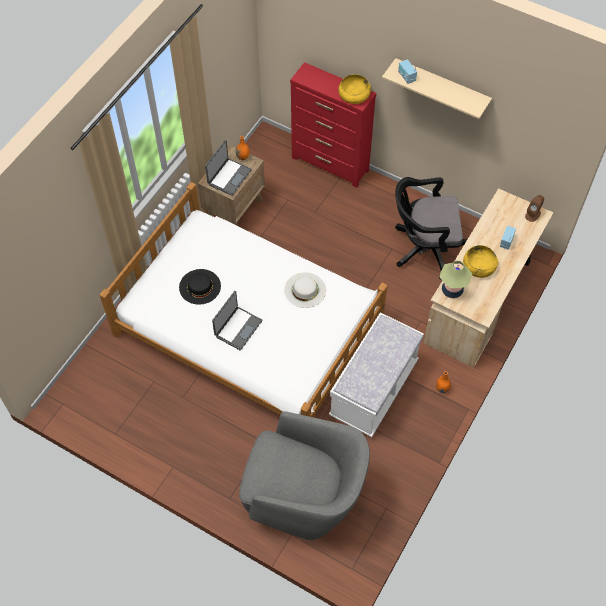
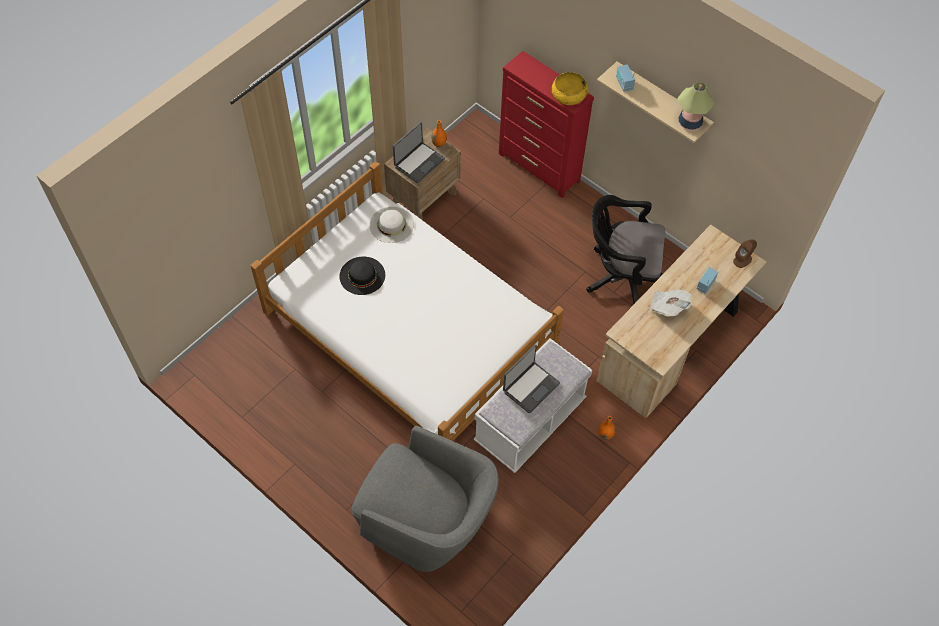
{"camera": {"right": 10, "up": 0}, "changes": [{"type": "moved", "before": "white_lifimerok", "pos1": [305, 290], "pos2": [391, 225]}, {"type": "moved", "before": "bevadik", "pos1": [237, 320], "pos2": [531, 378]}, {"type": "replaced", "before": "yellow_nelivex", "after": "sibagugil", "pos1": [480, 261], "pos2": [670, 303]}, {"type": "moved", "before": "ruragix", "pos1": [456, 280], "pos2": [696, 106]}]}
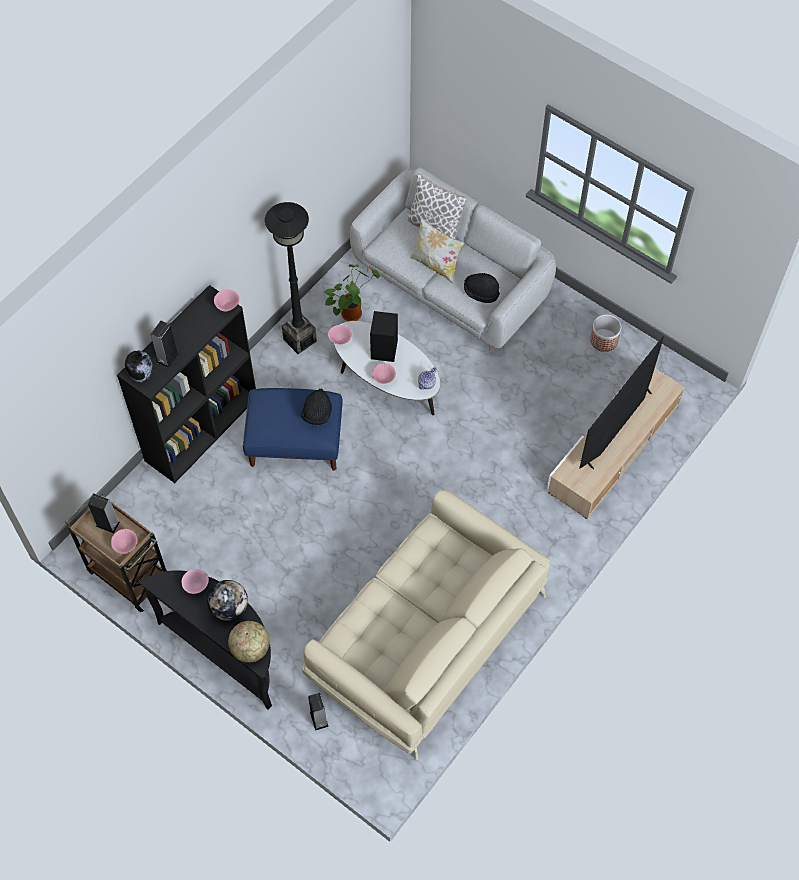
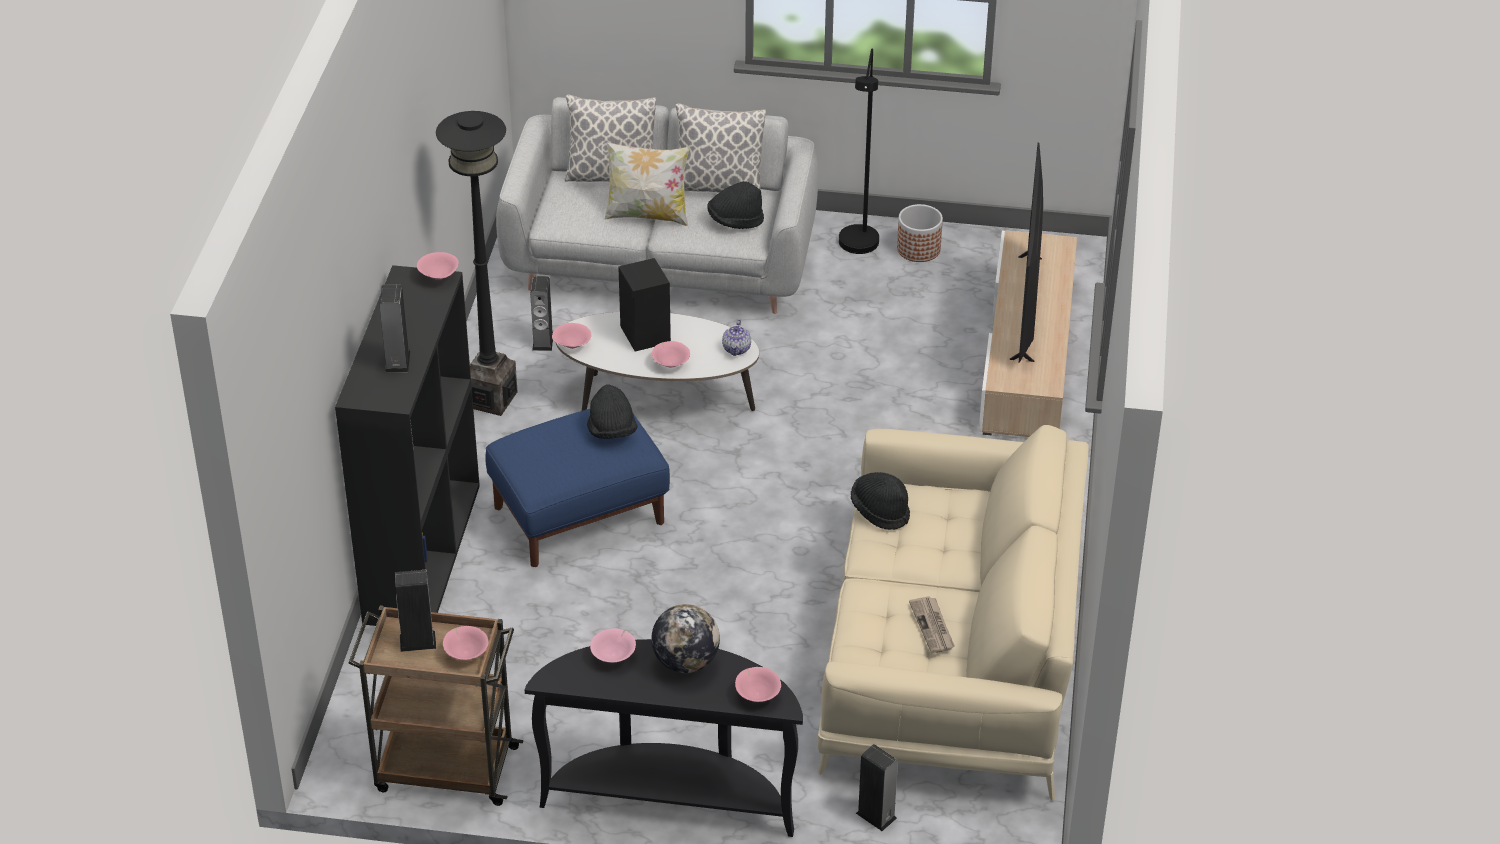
{"camera": {"right": -30, "up": -20}, "changes": [{"type": "replaced", "before": "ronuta", "after": "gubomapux", "pos1": [351, 293], "pos2": [541, 313]}, {"type": "added", "after": "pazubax", "pos2": [721, 148]}, {"type": "replaced", "before": "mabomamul", "after": "pink_nelivex", "pos1": [249, 642], "pos2": [758, 684]}, {"type": "added", "after": "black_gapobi", "pos2": [859, 151]}, {"type": "added", "after": "black_lifimerok", "pos2": [880, 501]}, {"type": "added", "after": "sibagugil", "pos2": [932, 624]}, {"type": "removed", "before": "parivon", "pos1": [139, 366]}]}
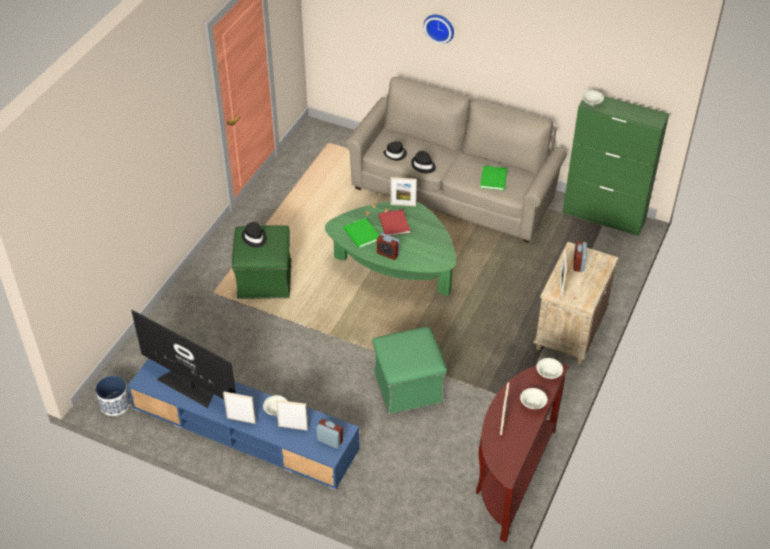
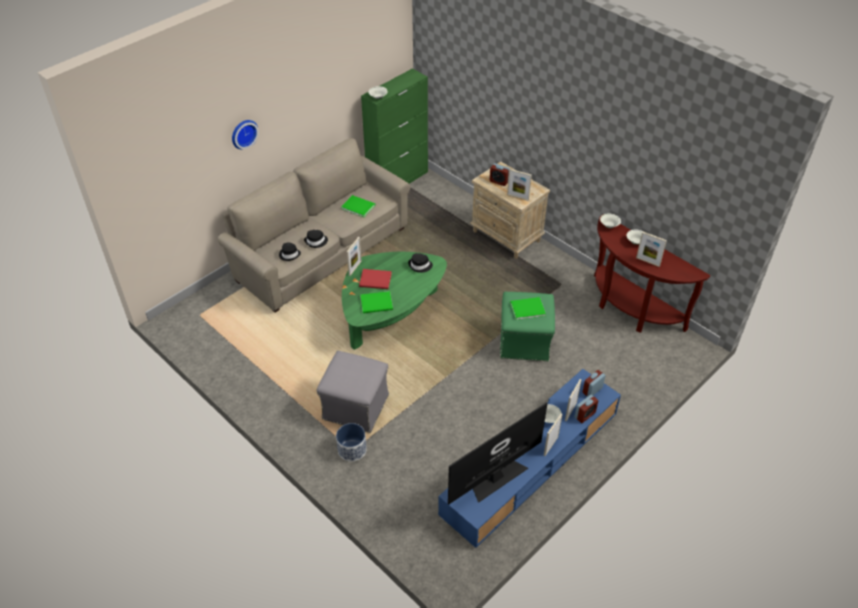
{"camera": {"right": -70, "up": 0}, "changes": [{"type": "recoloured", "before": "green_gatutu", "after": "grey_gatutu", "pos1": [262, 262], "pos2": [352, 392]}, {"type": "moved", "before": "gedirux", "pos1": [113, 395], "pos2": [351, 442]}, {"type": "moved", "before": "black_lifimerok", "pos1": [254, 234], "pos2": [420, 263]}, {"type": "added", "after": "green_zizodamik", "pos2": [528, 308]}, {"type": "moved", "before": "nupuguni", "pos1": [388, 246], "pos2": [586, 409]}]}
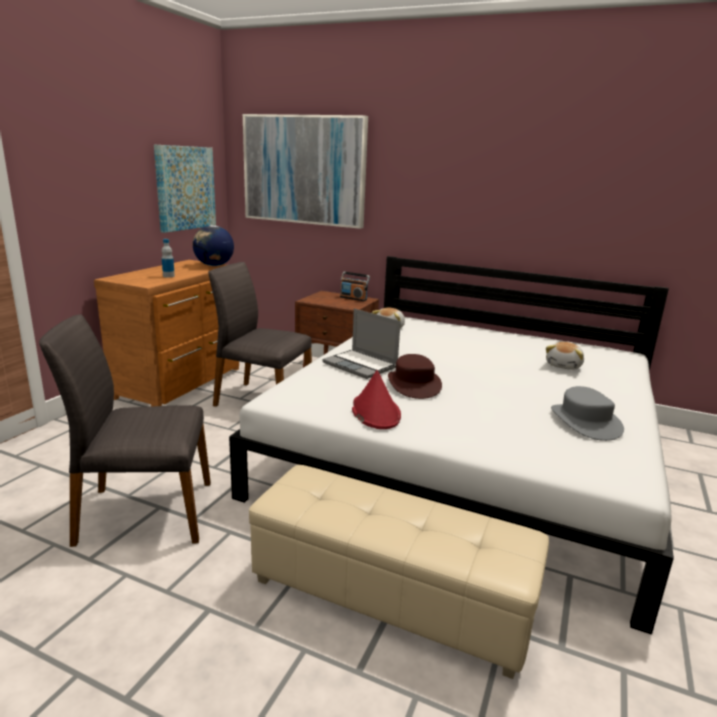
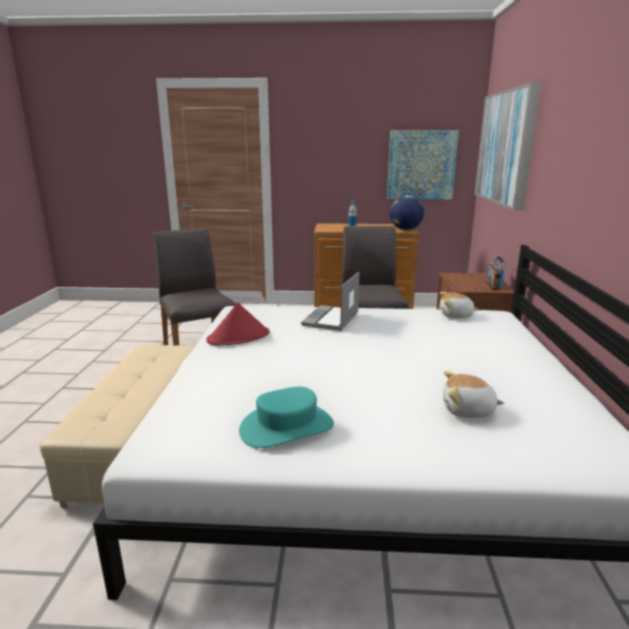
{"camera": {"right": 70, "up": 0}, "changes": [{"type": "recoloured", "before": "grey_lifimerok", "after": "turquoise_lifimerok", "pos1": [587, 413], "pos2": [286, 417]}, {"type": "removed", "before": "brown_lifimerok", "pos1": [415, 376]}]}
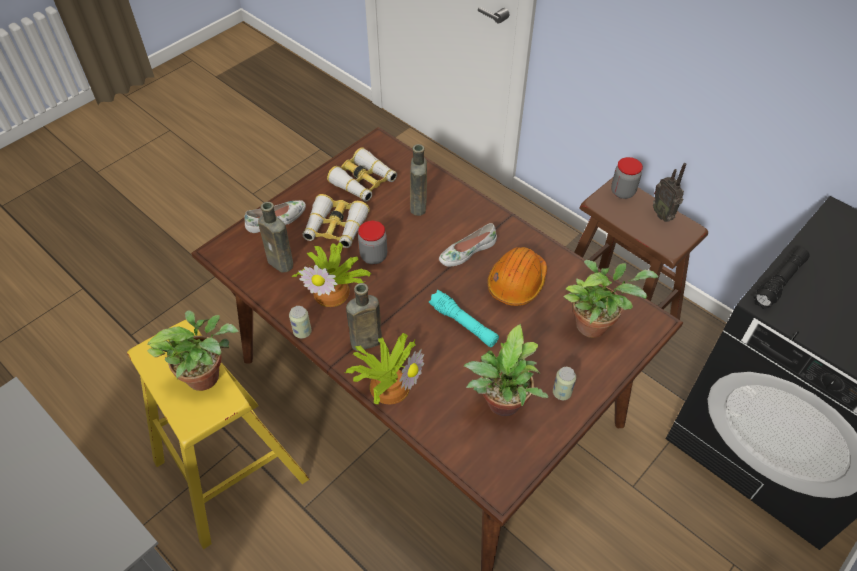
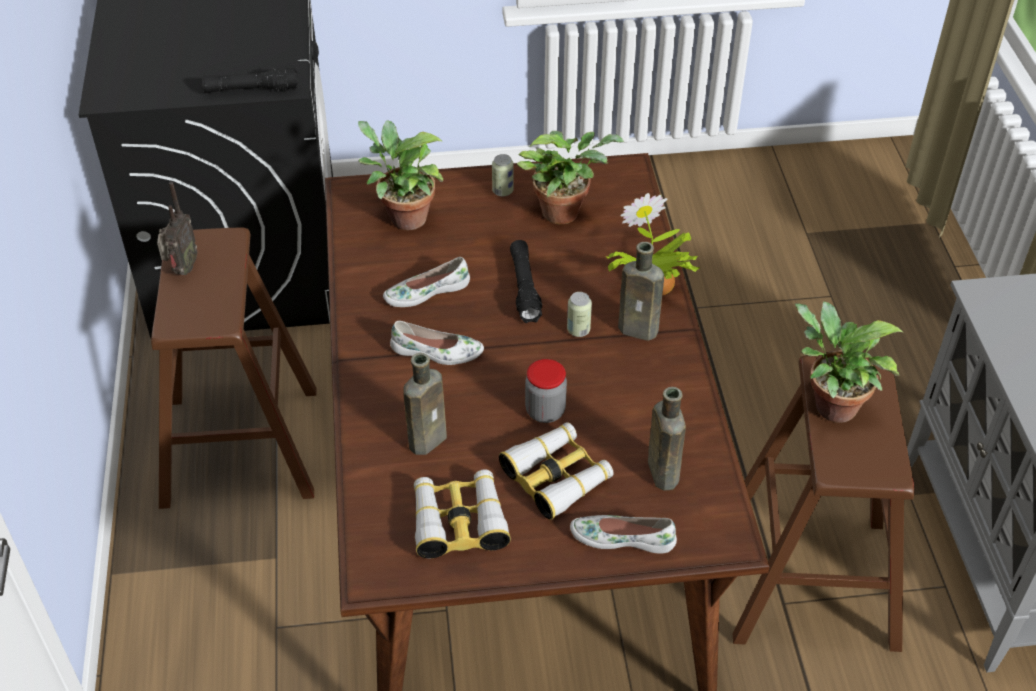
{"camera": {"right": -140, "up": -5}, "changes": [{"type": "replaced", "before": "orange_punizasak", "after": "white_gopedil", "pos1": [517, 276], "pos2": [426, 282]}, {"type": "recoloured", "before": "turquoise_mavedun", "after": "black_mavedun", "pos1": [464, 318], "pos2": [526, 281]}, {"type": "moved", "before": "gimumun", "pos1": [300, 322], "pos2": [579, 314]}, {"type": "recoloured", "before": "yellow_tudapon", "after": "brown_tudapon", "pos1": [218, 434], "pos2": [823, 503]}, {"type": "removed", "before": "ronuta", "pos1": [331, 274]}, {"type": "removed", "before": "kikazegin", "pos1": [627, 178]}]}
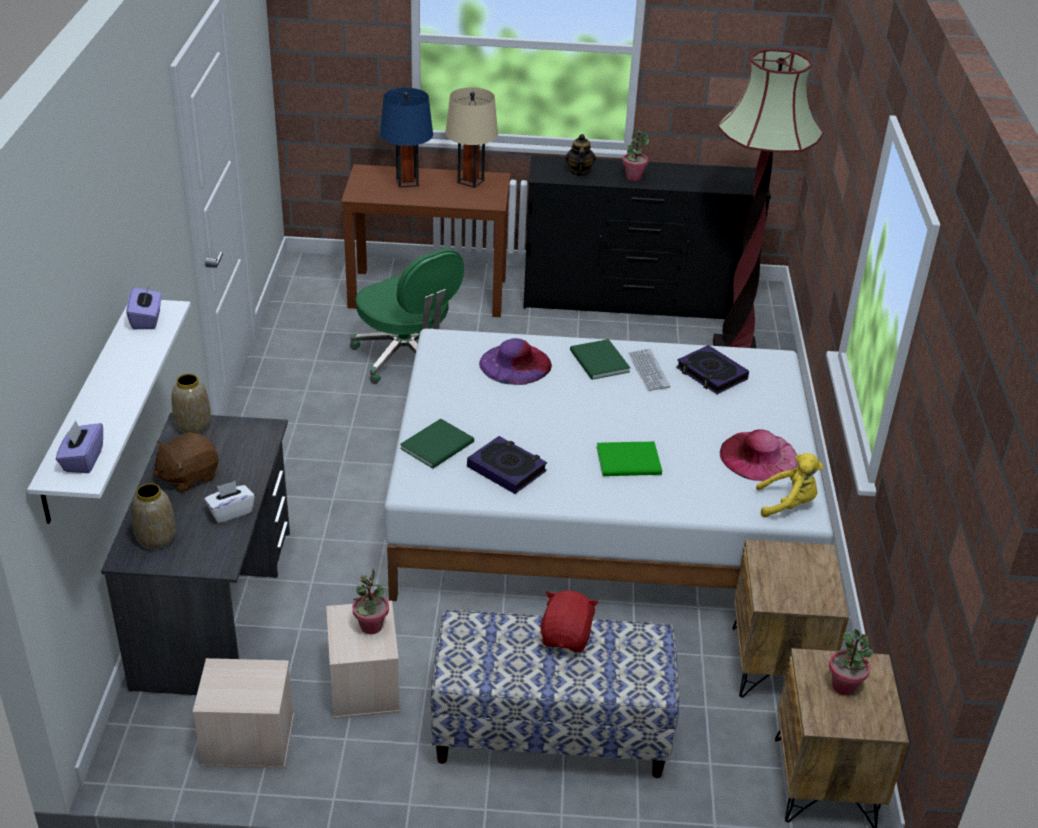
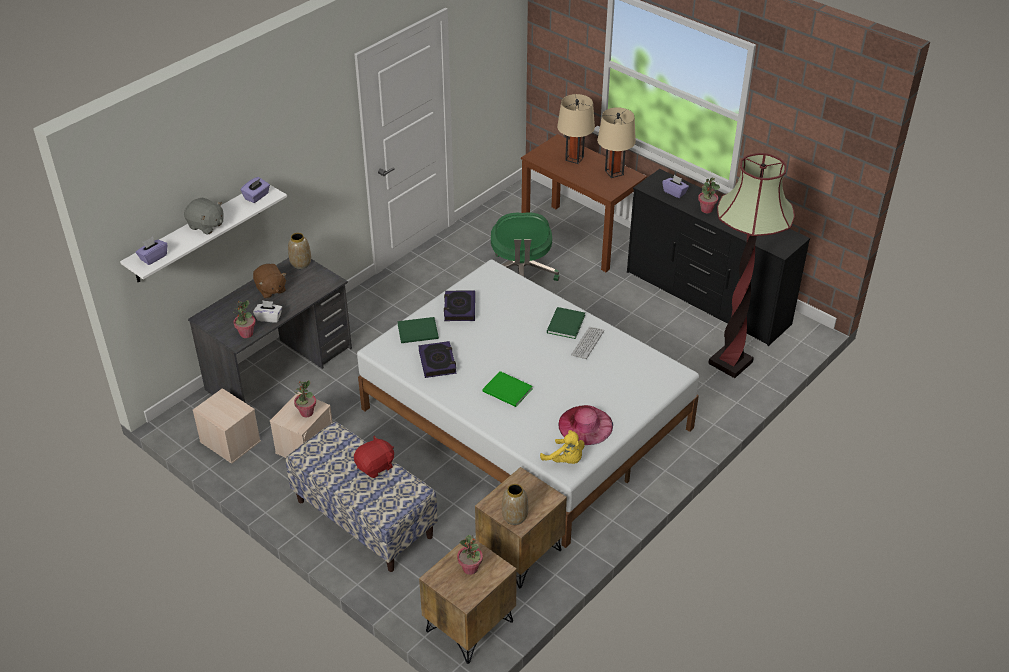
{"camera": {"right": 40, "up": 5}, "changes": [{"type": "added", "after": "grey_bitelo", "pos2": [204, 216]}, {"type": "added", "after": "ronuta", "pos2": [244, 319]}, {"type": "turned", "before": "brown_bitelo", "pos1": [186, 462], "pos2": [269, 281], "turn": -120}, {"type": "moved", "before": "zizodamik", "pos1": [712, 369], "pos2": [459, 306]}, {"type": "moved", "before": "parivon", "pos1": [153, 516], "pos2": [515, 504]}, {"type": "recoloured", "before": "blue_ruragix", "after": "beige_ruragix", "pos1": [406, 138], "pos2": [576, 129]}, {"type": "replaced", "before": "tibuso", "after": "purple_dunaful", "pos1": [580, 155], "pos2": [675, 186]}, {"type": "removed", "before": "purple_lifimerok", "pos1": [515, 361]}]}
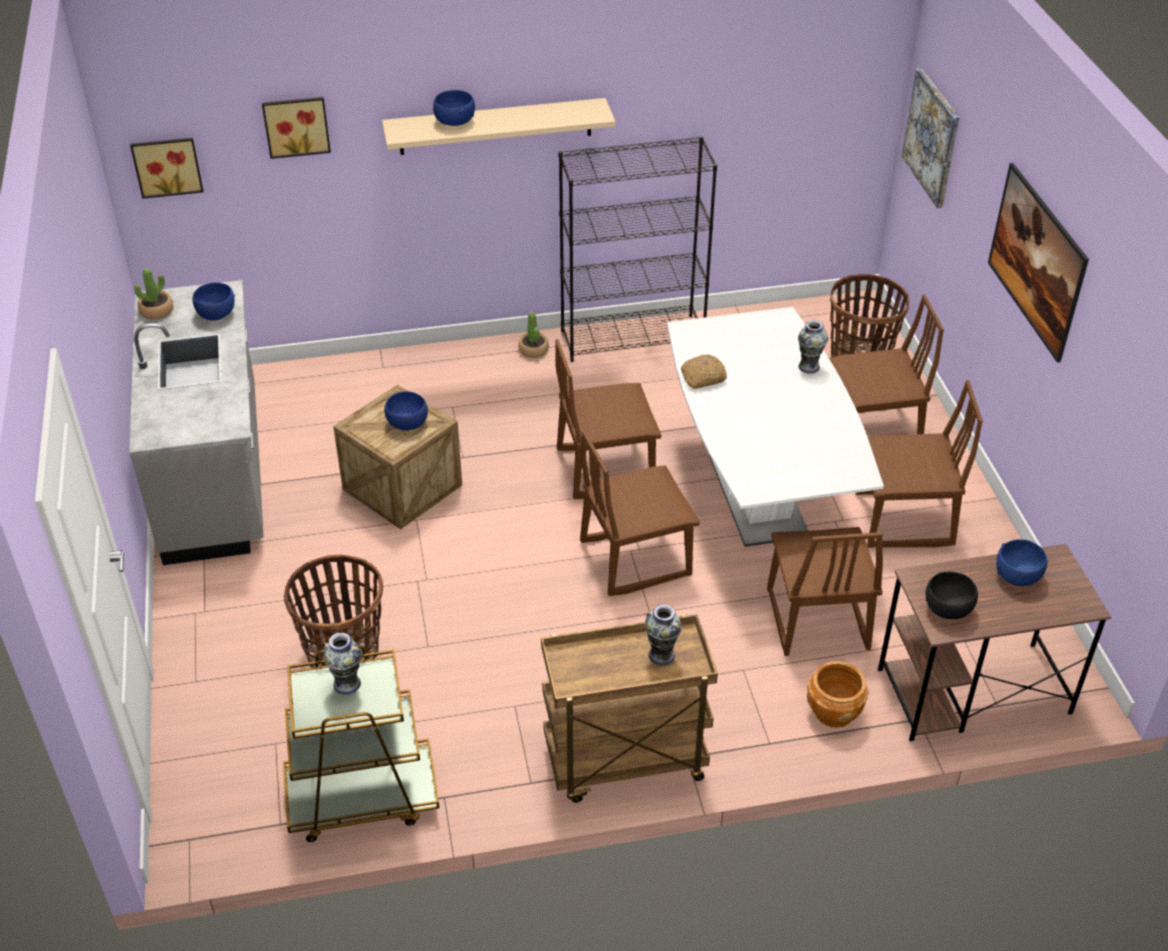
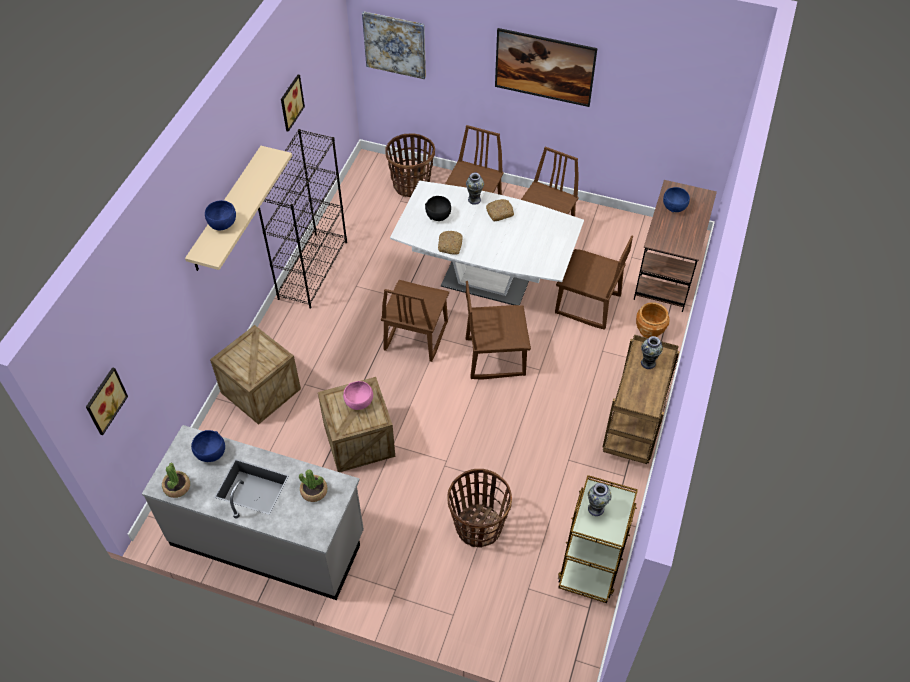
{"camera": {"right": -60, "up": 10}, "changes": [{"type": "added", "after": "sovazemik", "pos2": [255, 375]}, {"type": "moved", "before": "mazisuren", "pos1": [296, 128], "pos2": [293, 103]}, {"type": "moved", "before": "ronuta", "pos1": [533, 335], "pos2": [313, 485]}, {"type": "recoloured", "before": "blue_nelivex", "after": "pink_nelivex", "pos1": [406, 410], "pos2": [358, 395]}, {"type": "moved", "before": "black_nelivex", "pos1": [952, 595], "pos2": [438, 208]}, {"type": "turned", "before": "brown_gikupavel", "pos1": [640, 513], "pos2": [498, 330], "turn": 75}, {"type": "added", "after": "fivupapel", "pos2": [500, 210]}]}
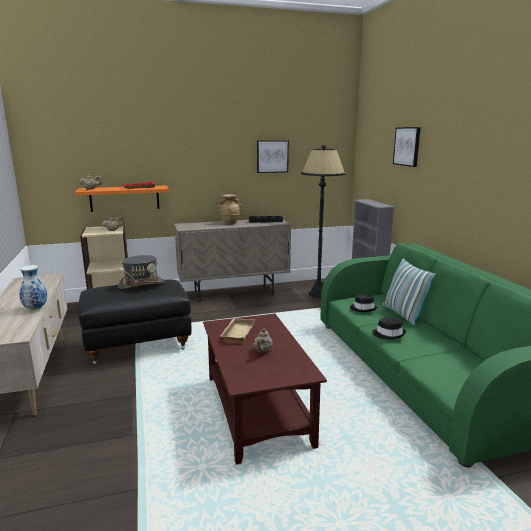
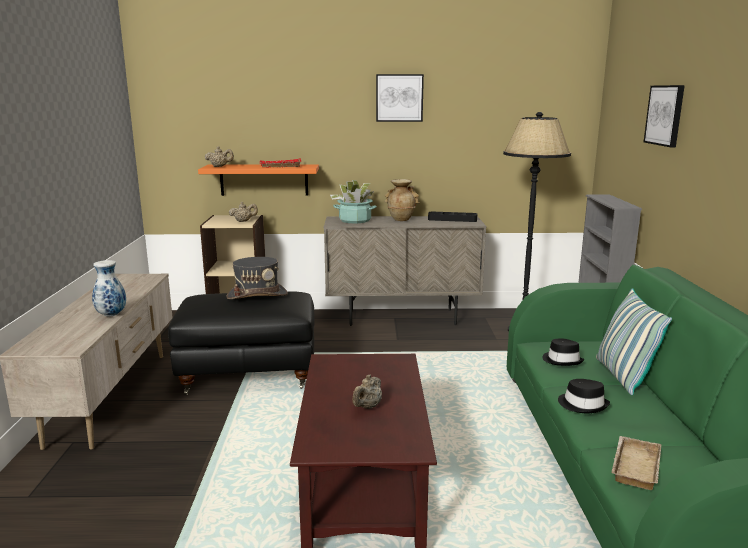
{"camera": {"right": 15, "up": 0}, "changes": [{"type": "added", "after": "ronuta", "pos2": [353, 201]}, {"type": "moved", "before": "mazisuren", "pos1": [273, 156], "pos2": [400, 98]}, {"type": "moved", "before": "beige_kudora", "pos1": [237, 330], "pos2": [636, 463]}]}
